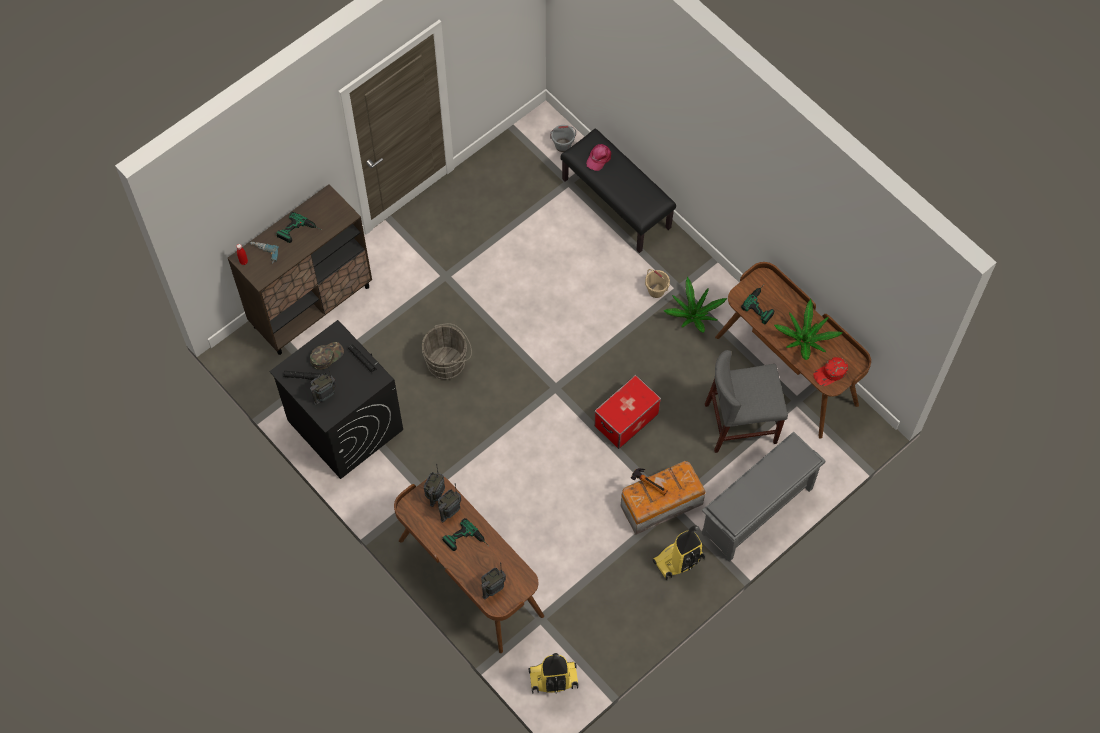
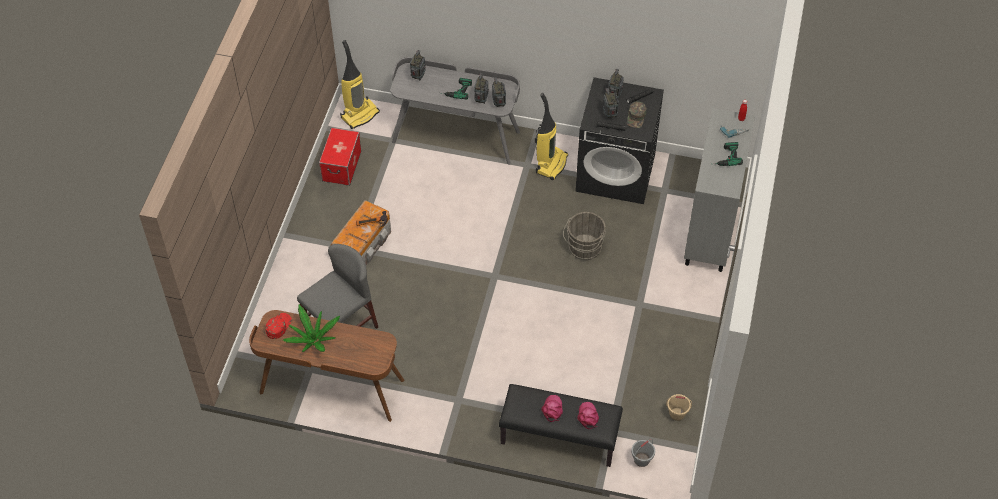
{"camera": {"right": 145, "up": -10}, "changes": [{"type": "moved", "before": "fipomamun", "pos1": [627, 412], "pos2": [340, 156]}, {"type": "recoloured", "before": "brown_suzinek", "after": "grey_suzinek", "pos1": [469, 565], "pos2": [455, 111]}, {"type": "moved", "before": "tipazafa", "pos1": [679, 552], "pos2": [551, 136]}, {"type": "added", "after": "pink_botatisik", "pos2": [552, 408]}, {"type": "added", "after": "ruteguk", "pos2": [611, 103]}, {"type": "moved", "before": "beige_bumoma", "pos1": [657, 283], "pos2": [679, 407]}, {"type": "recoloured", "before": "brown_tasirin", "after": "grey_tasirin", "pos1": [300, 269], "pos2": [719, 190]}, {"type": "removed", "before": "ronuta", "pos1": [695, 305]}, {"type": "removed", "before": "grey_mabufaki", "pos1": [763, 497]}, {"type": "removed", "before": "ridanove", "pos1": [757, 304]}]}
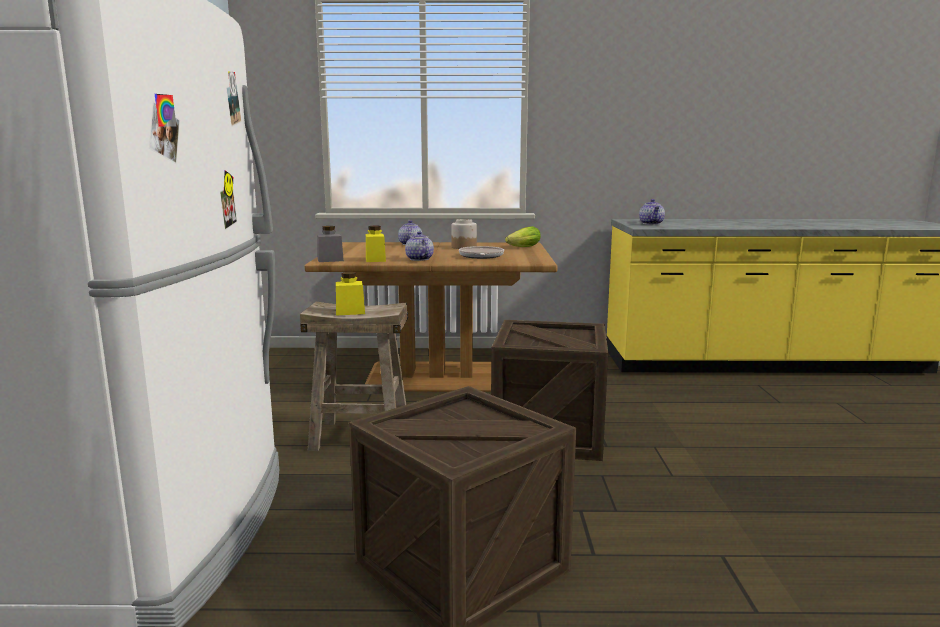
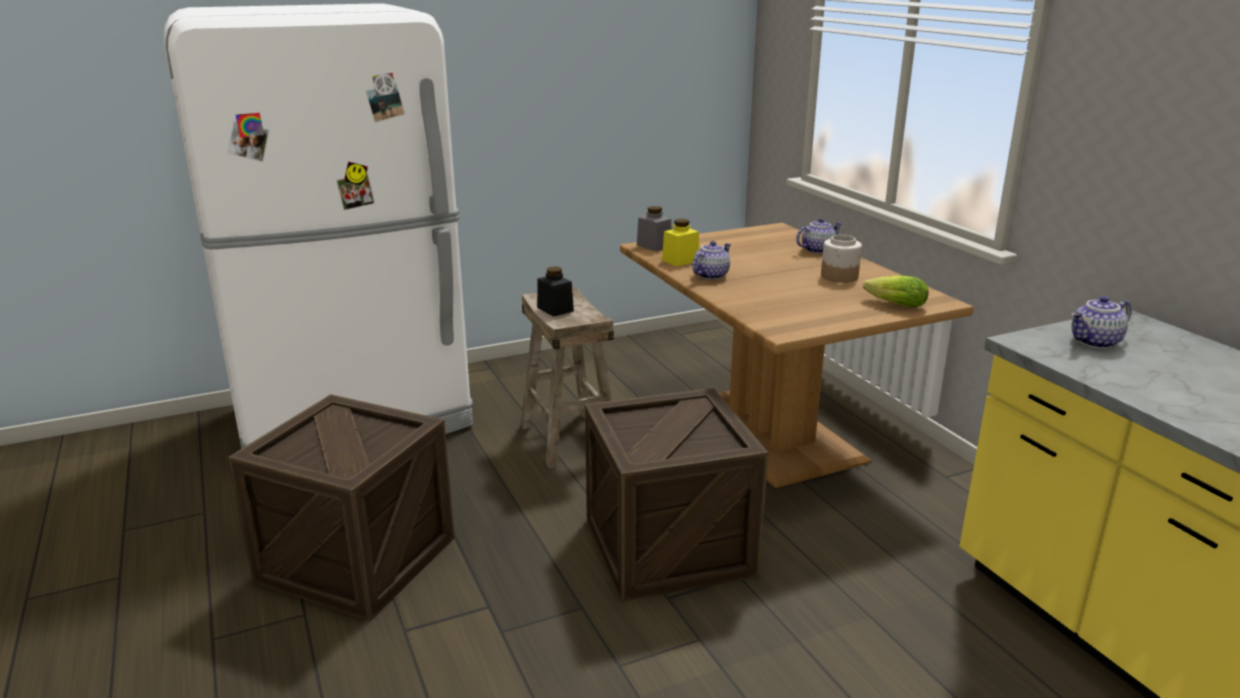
{"camera": {"right": 65, "up": 10}, "changes": [{"type": "recoloured", "before": "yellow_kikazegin", "after": "black_kikazegin", "pos1": [350, 294], "pos2": [555, 292]}, {"type": "removed", "before": "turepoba", "pos1": [481, 252]}]}
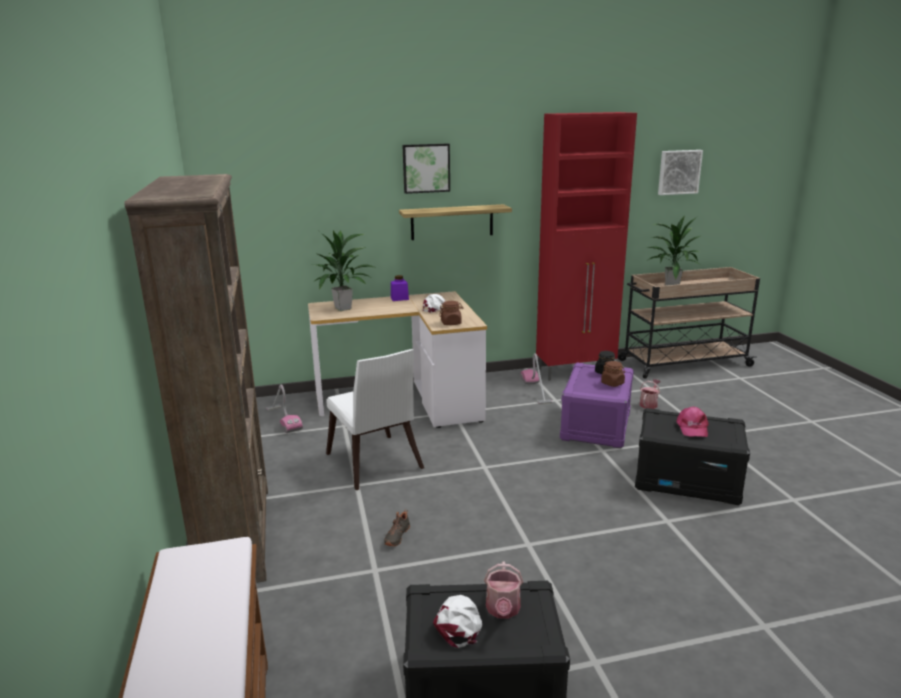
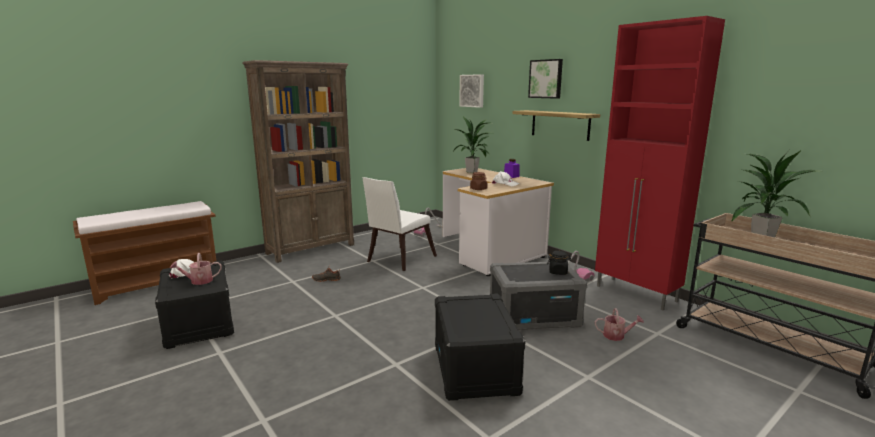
{"camera": {"right": 65, "up": -5}, "changes": [{"type": "moved", "before": "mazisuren", "pos1": [680, 172], "pos2": [471, 91]}, {"type": "recoloured", "before": "purple_fipomamun", "after": "grey_fipomamun", "pos1": [597, 405], "pos2": [538, 296]}, {"type": "removed", "before": "brown_kikazegin", "pos1": [613, 374]}, {"type": "removed", "before": "pink_botatisik", "pos1": [692, 421]}]}
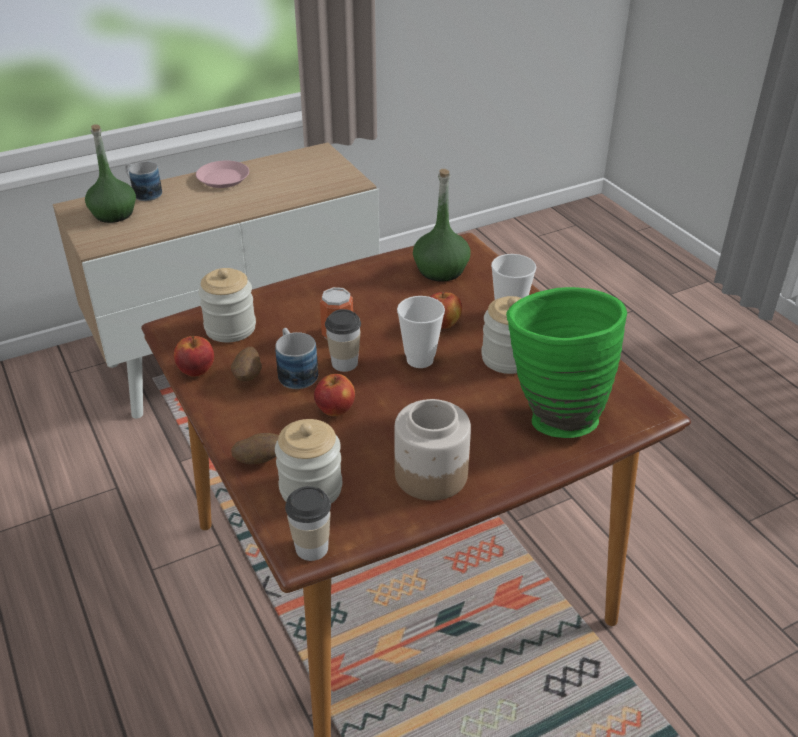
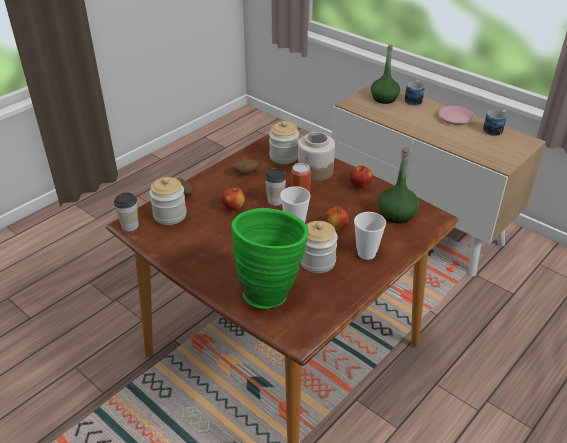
{"camera": {"right": 70, "up": 0}, "changes": [{"type": "moved", "before": "kikazegin", "pos1": [432, 450], "pos2": [316, 157]}, {"type": "moved", "before": "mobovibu", "pos1": [194, 356], "pos2": [361, 177]}, {"type": "moved", "before": "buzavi", "pos1": [296, 358], "pos2": [495, 122]}]}
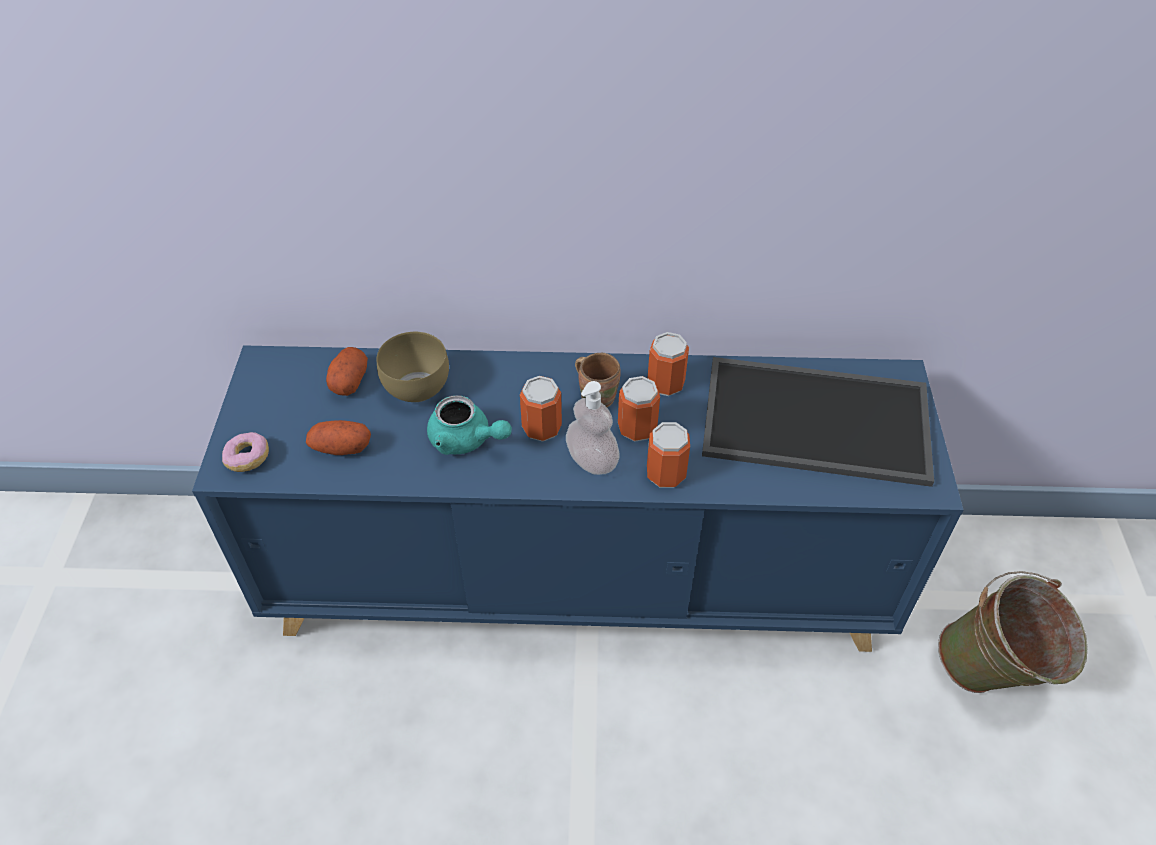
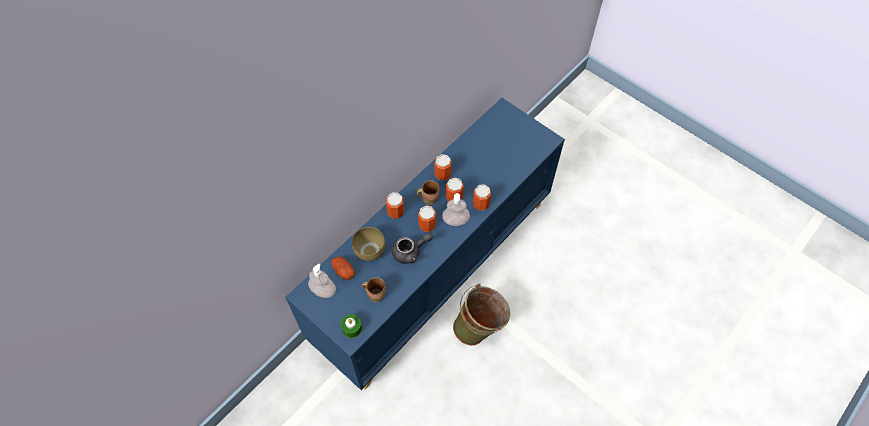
{"camera": {"right": -50, "up": 10}, "changes": [{"type": "added", "after": "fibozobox", "pos2": [322, 281]}, {"type": "replaced", "before": "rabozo", "after": "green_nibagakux", "pos1": [245, 452], "pos2": [351, 326]}, {"type": "replaced", "before": "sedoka", "after": "brown_buzavi", "pos1": [338, 437], "pos2": [374, 289]}, {"type": "added", "after": "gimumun", "pos2": [395, 206]}, {"type": "recoloured", "before": "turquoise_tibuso", "after": "grey_tibuso", "pos1": [469, 425], "pos2": [412, 248]}, {"type": "moved", "before": "green_bumoma", "pos1": [1013, 632], "pos2": [481, 315]}, {"type": "removed", "before": "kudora", "pos1": [818, 422]}]}
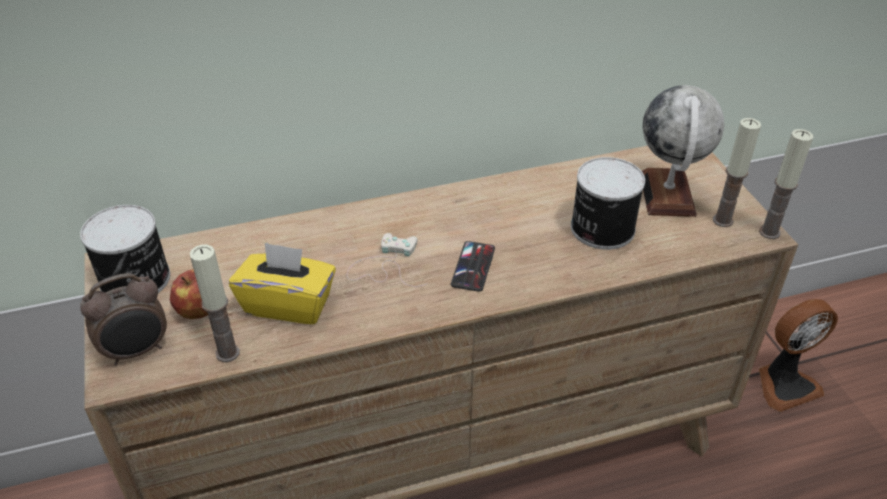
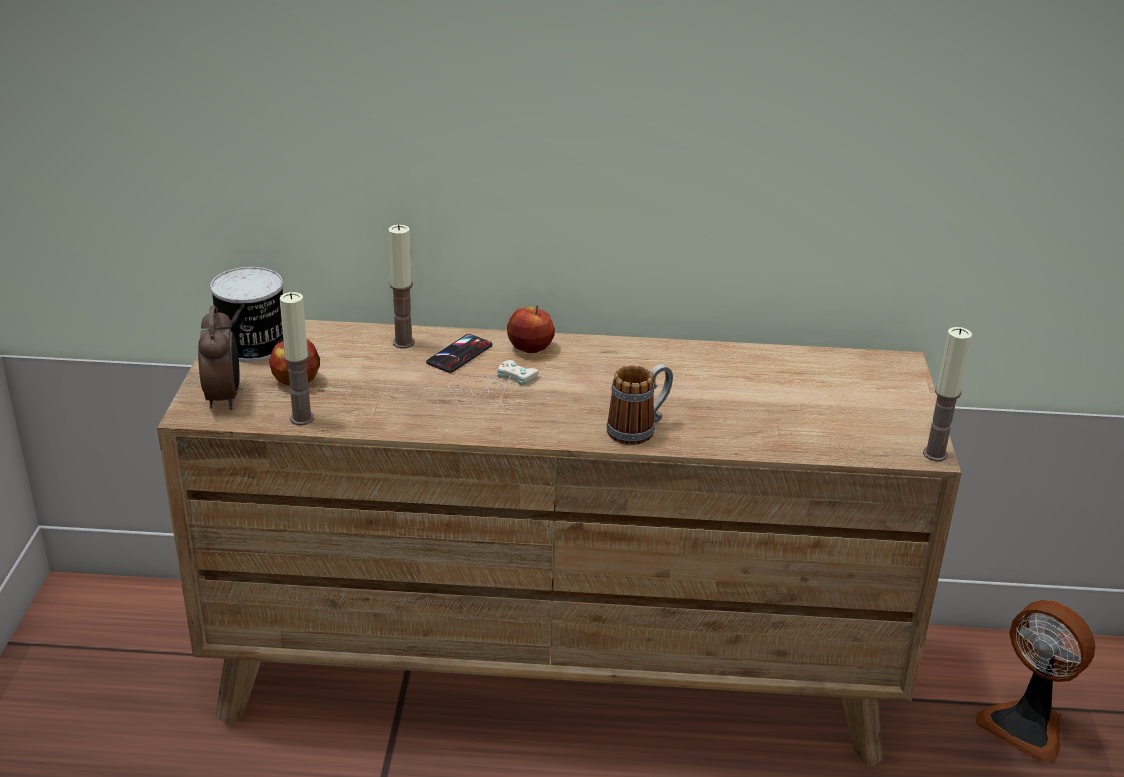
{"camera": {"right": 20, "up": -10}, "changes": [{"type": "turned", "before": "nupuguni", "pos1": [123, 319], "pos2": [218, 358], "turn": -90}, {"type": "moved", "before": "nibagakux", "pos1": [737, 172], "pos2": [401, 286]}, {"type": "moved", "before": "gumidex", "pos1": [473, 266], "pos2": [459, 353]}, {"type": "added", "after": "mobovibu", "pos2": [531, 329]}, {"type": "added", "after": "buzavi", "pos2": [639, 404]}, {"type": "turned", "before": "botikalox", "pos1": [798, 355], "pos2": [1035, 681], "turn": 45}, {"type": "removed", "before": "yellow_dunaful", "pos1": [282, 283]}, {"type": "removed", "before": "gimumun", "pos1": [608, 203]}, {"type": "removed", "before": "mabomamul", "pos1": [683, 151]}]}
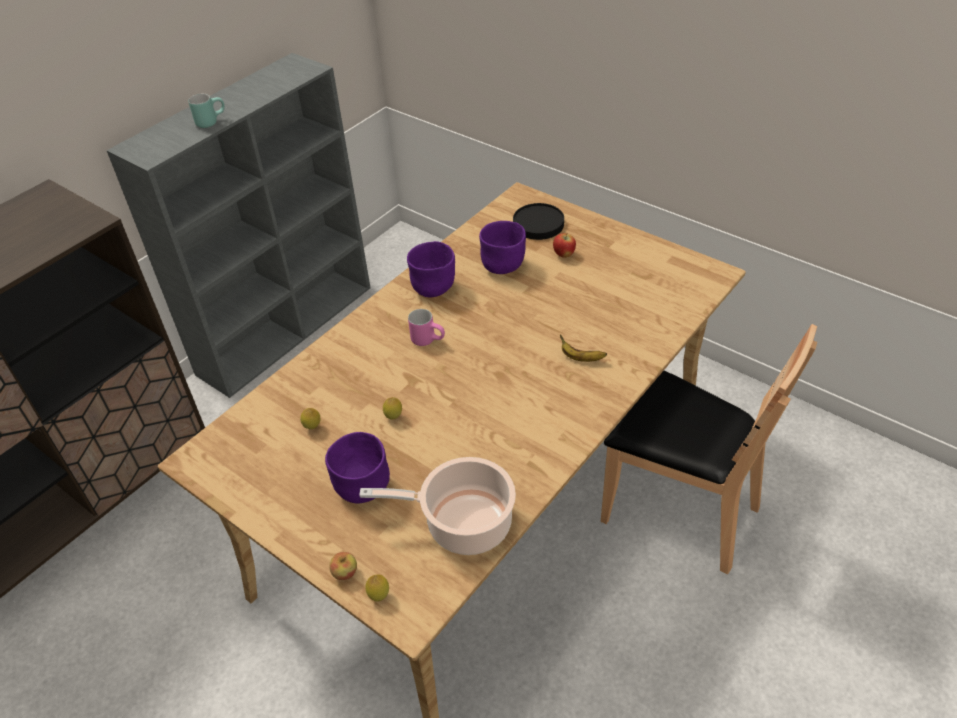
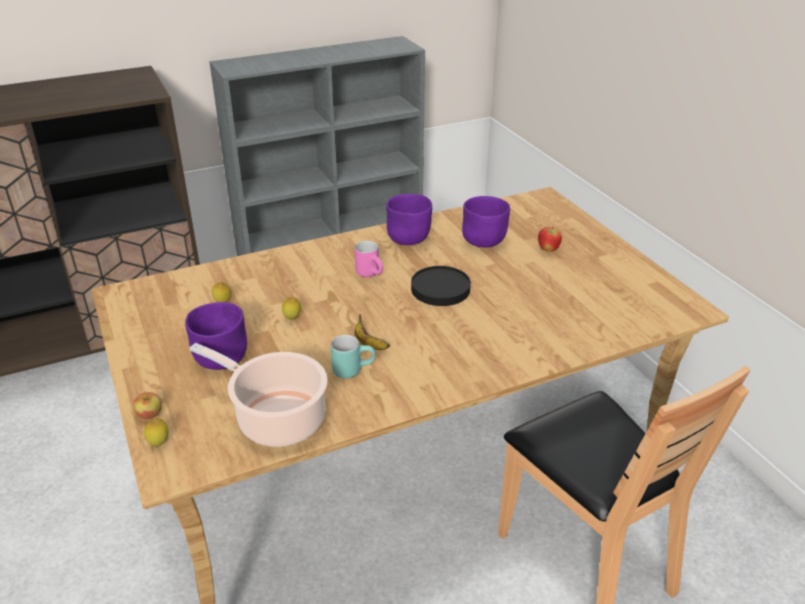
{"camera": {"right": 25, "up": -10}, "changes": [{"type": "moved", "before": "turquoise_buzavi", "pos1": [206, 111], "pos2": [353, 357]}, {"type": "moved", "before": "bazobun", "pos1": [583, 348], "pos2": [372, 332]}, {"type": "moved", "before": "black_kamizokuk", "pos1": [538, 221], "pos2": [441, 286]}]}
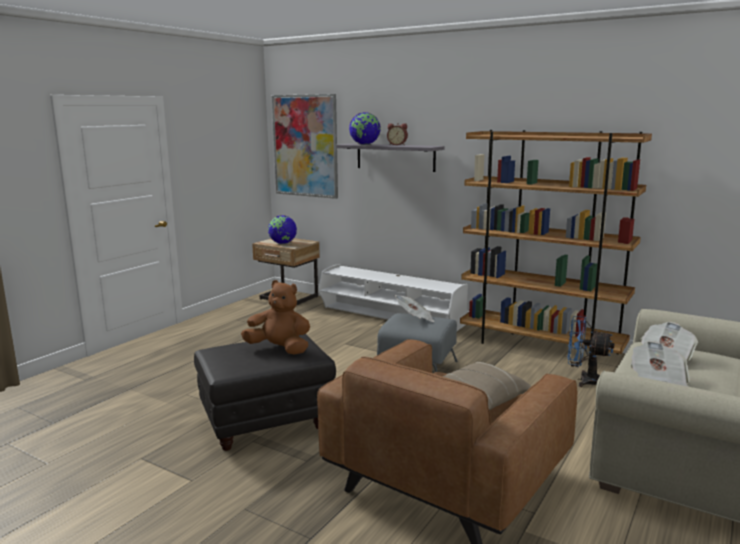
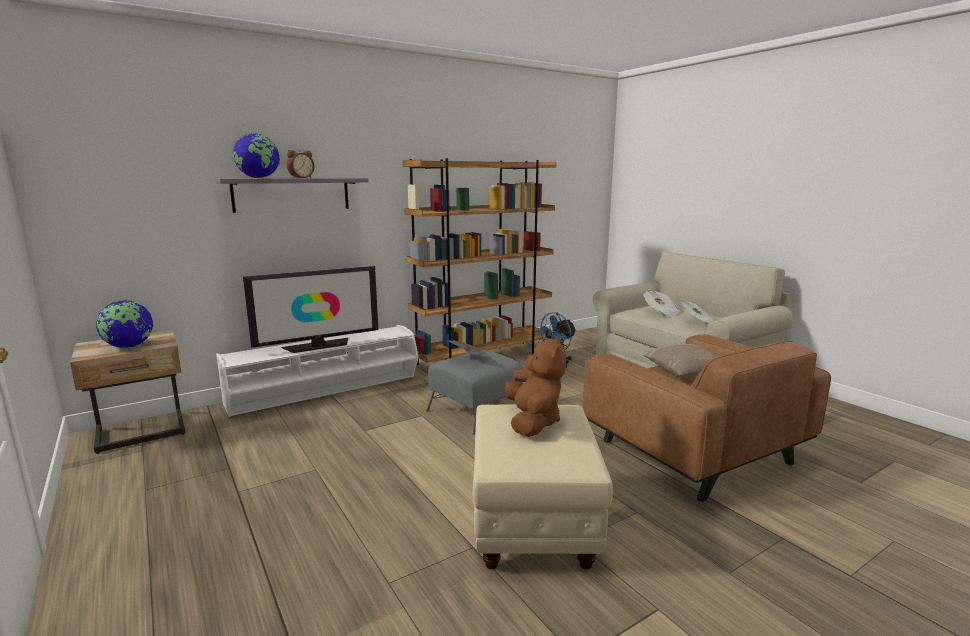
{"camera": {"right": -65, "up": 0}, "changes": [{"type": "added", "after": "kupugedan", "pos2": [310, 309]}, {"type": "recoloured", "before": "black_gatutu", "after": "beige_gatutu", "pos1": [265, 392], "pos2": [543, 487]}, {"type": "turned", "before": "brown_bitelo", "pos1": [275, 317], "pos2": [535, 386], "turn": 135}, {"type": "removed", "before": "mazisuren", "pos1": [305, 146]}]}
